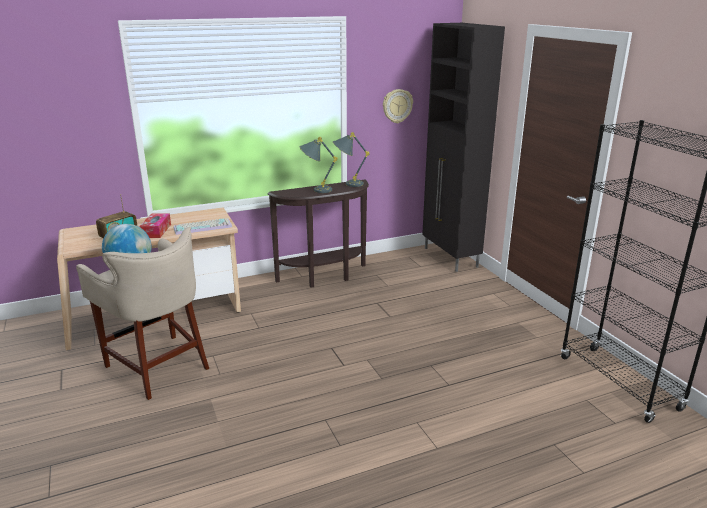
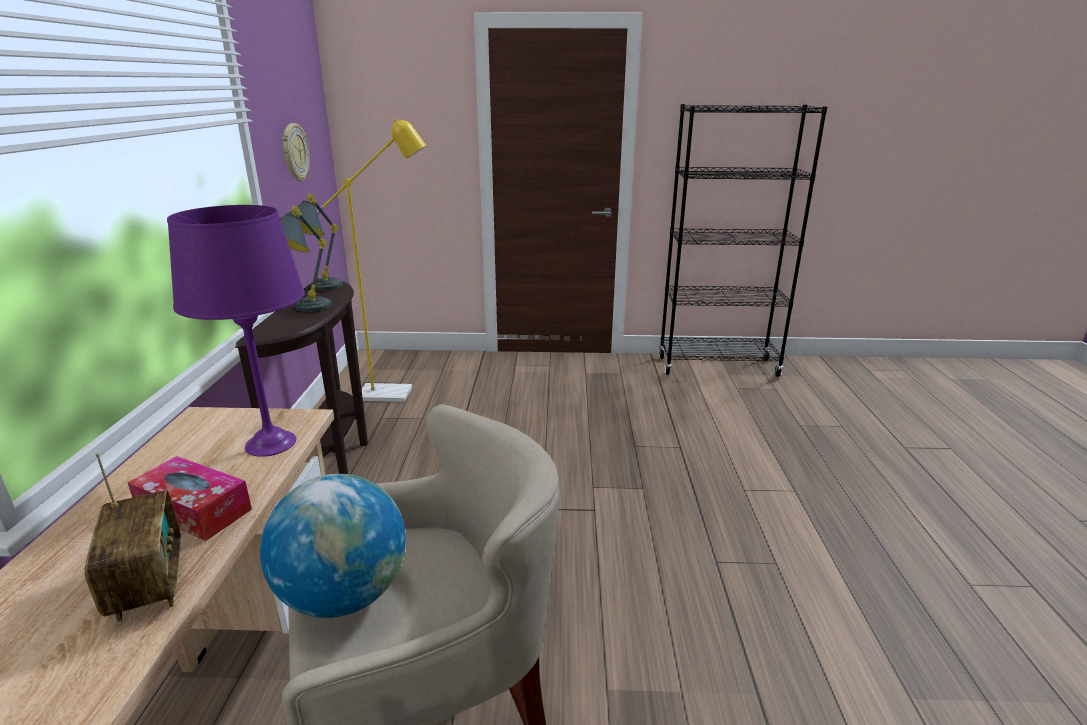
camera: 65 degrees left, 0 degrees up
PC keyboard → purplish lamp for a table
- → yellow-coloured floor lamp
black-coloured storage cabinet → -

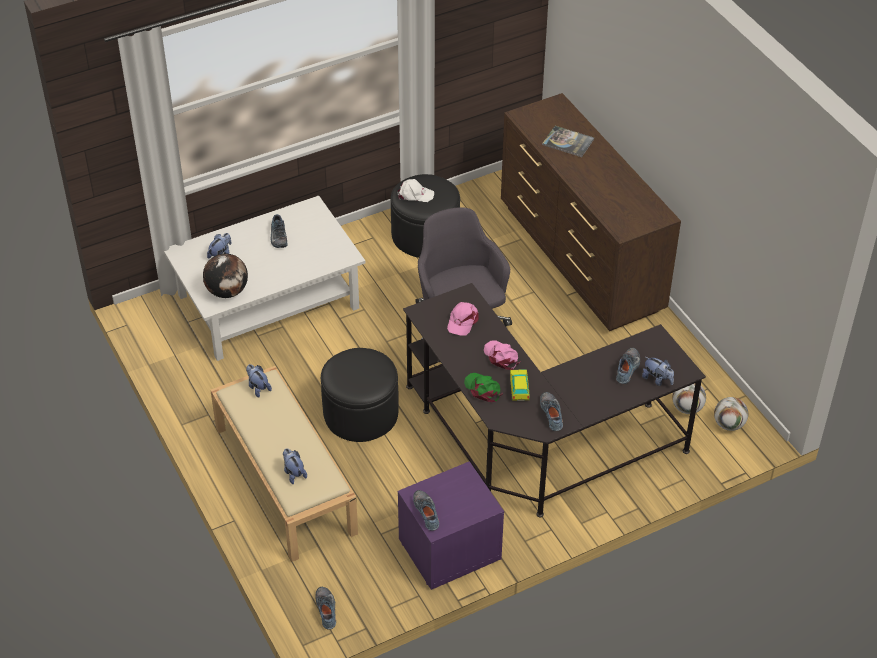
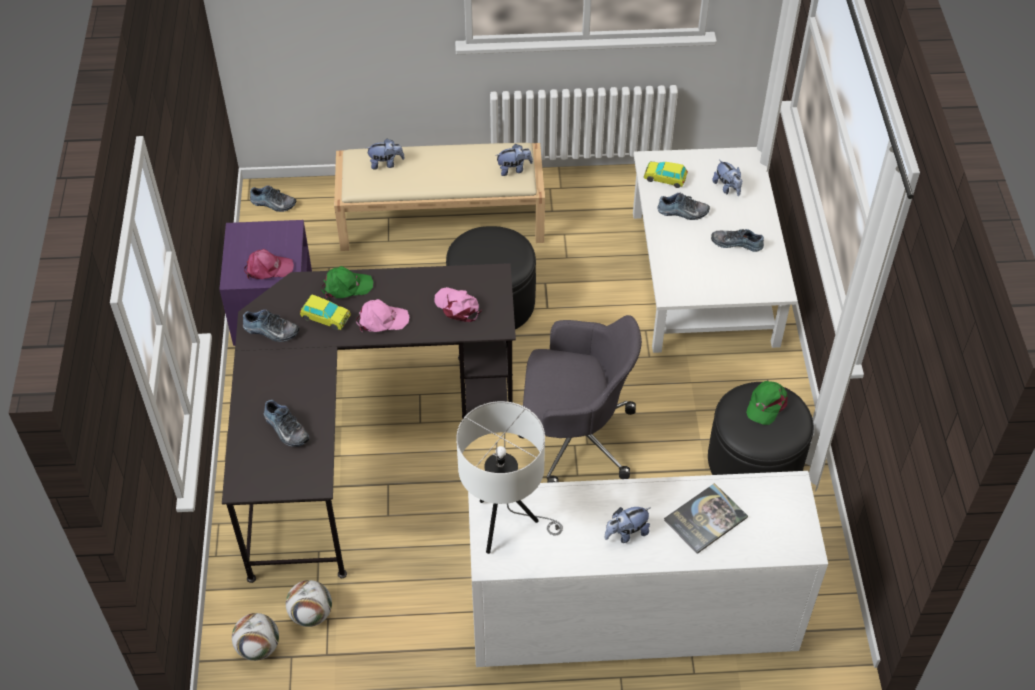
camera: 115 degrees right, 5 degrees up
- → pinkish peaked cap (no. 1 from left)
- → white lamp for a table
brown dresser → white dresser
plush toy (no. 4 from left in the first image) → plush toy (no. 3 from left), relocated
desk globe → model car (no. 2 from left)
item of footwear (no. 3 from left in the first image) → item of footwear (no. 4 from left), relocated
white peaked cap → green peaked cap (no. 2 from left)

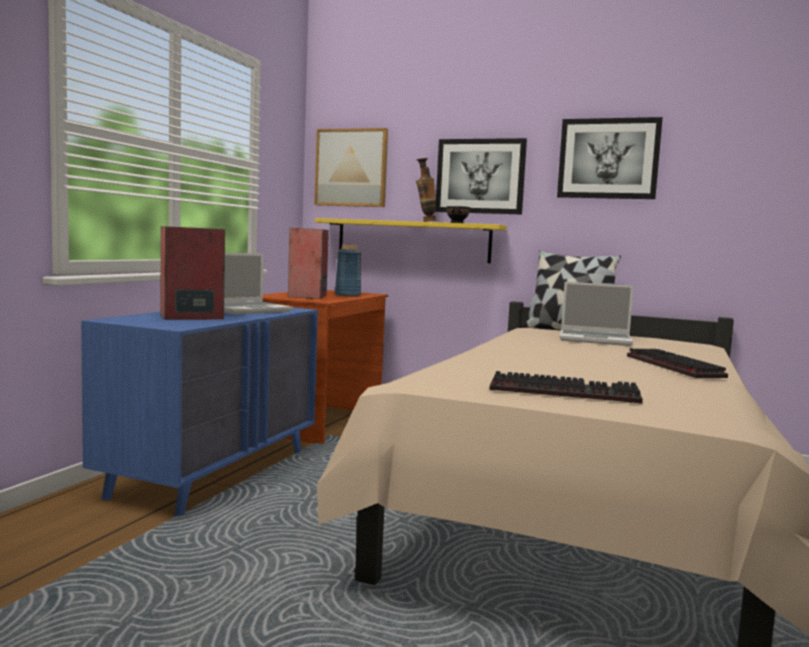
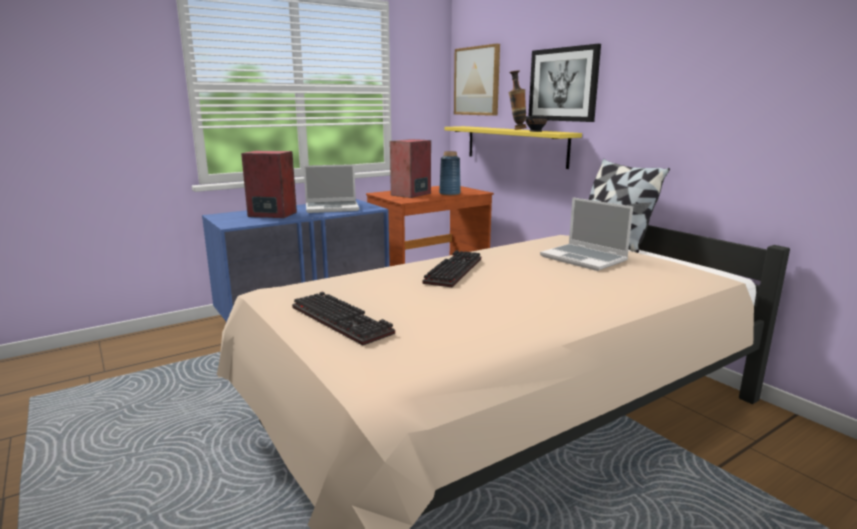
camera: 35 degrees right, 10 degrees up
PC keyboard (no. 2 from left), relocated
wall art (no. 3 from left) → -

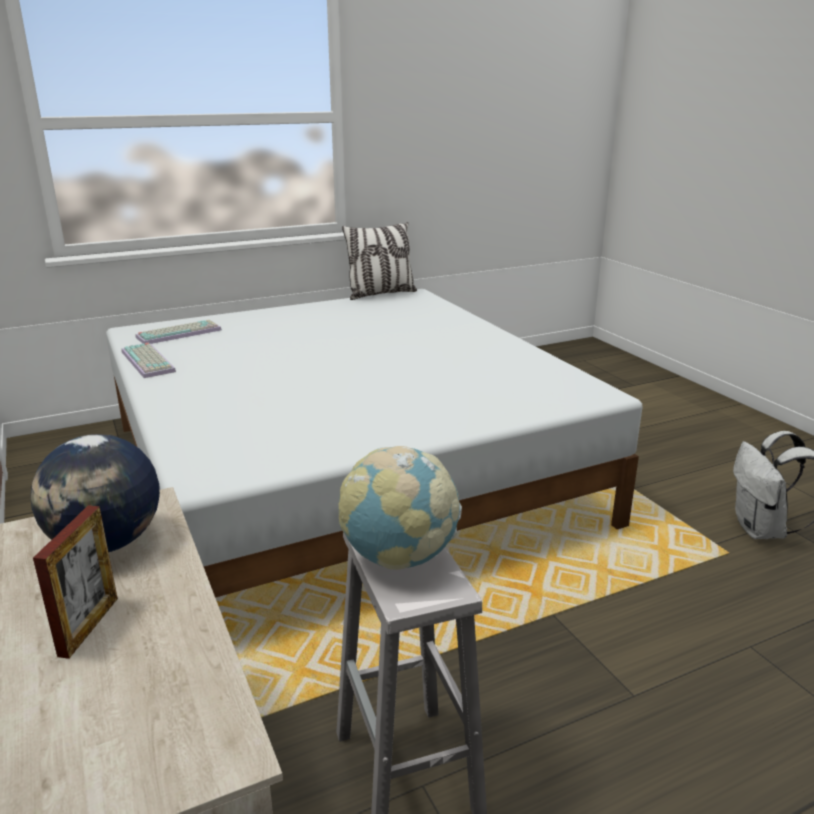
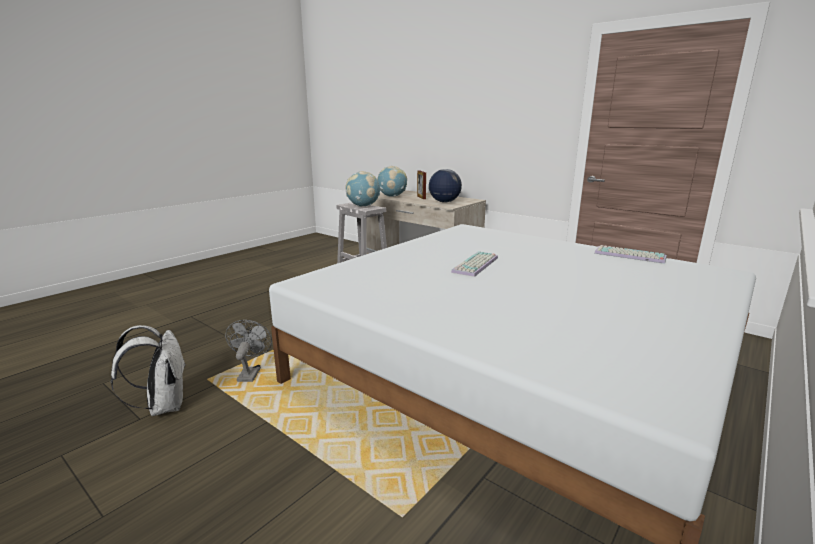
camera: 155 degrees right, 5 degrees down
- → grey cooling fan
- → desk globe (no. 2 from left)
PC keyboard (no. 2 from left in the first image) → PC keyboard (no. 1 from left), relocated
cushion → -

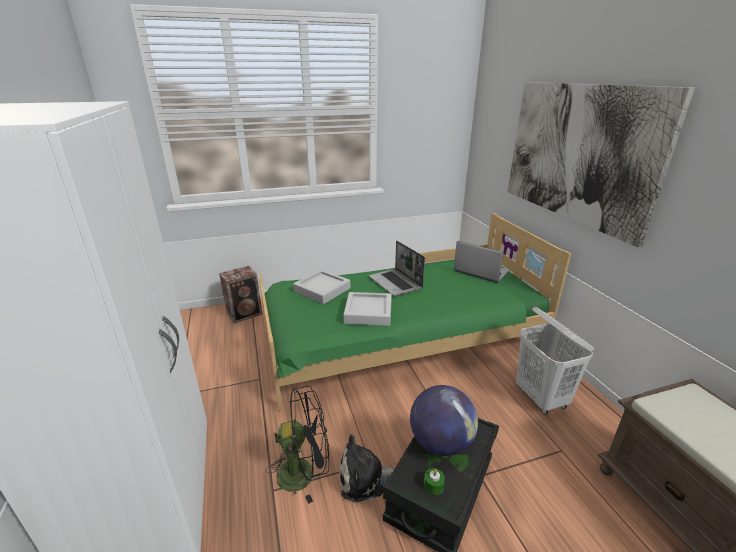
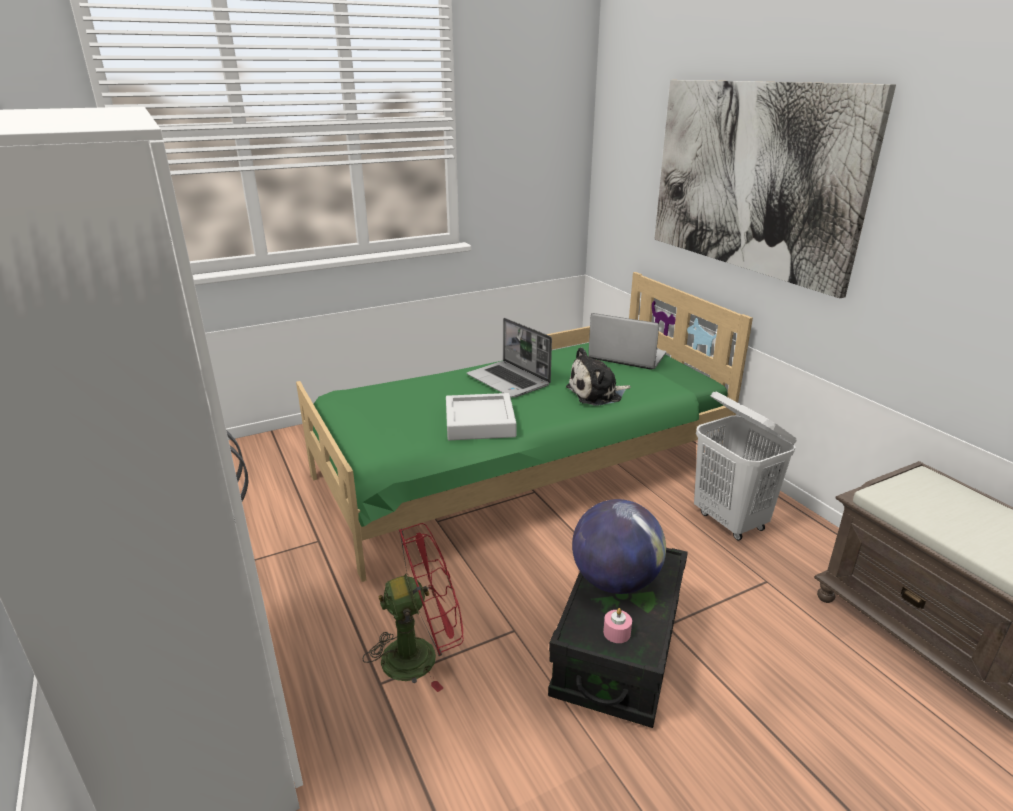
camera: 10 degrees left, 0 degrees up
black-coloured cooling fan → reddish cooling fan
plush toy, relocated
green wax light → pinkish wax light
speaker → -
grey carrying tray (no. 1 from left) → -

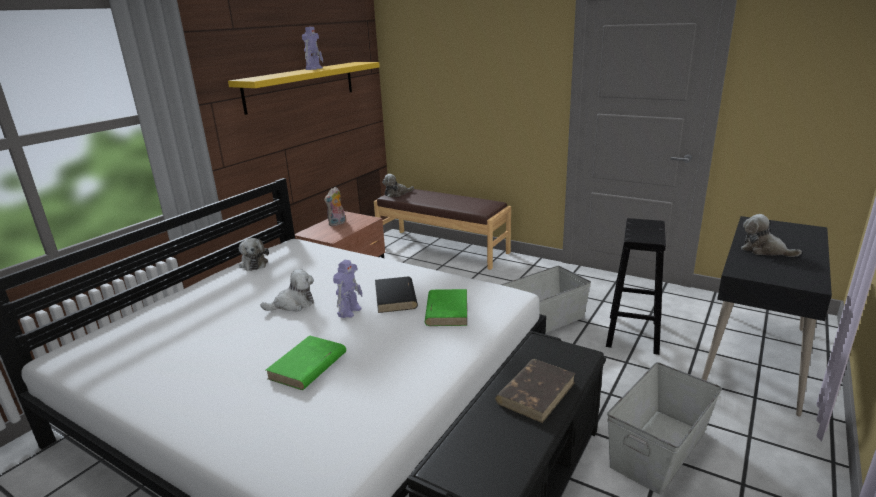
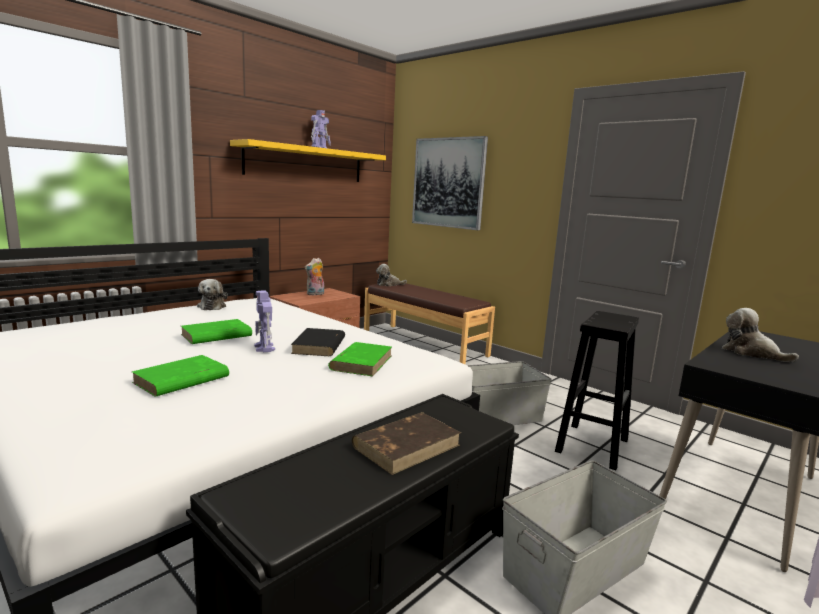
camera: 10 degrees right, 10 degrees down
plush toy (no. 2 from left) → green book (no. 2 from left)
robot figure (no. 2 from left in the first image) → robot figure (no. 1 from left), 120 degrees clockwise
- → wall art

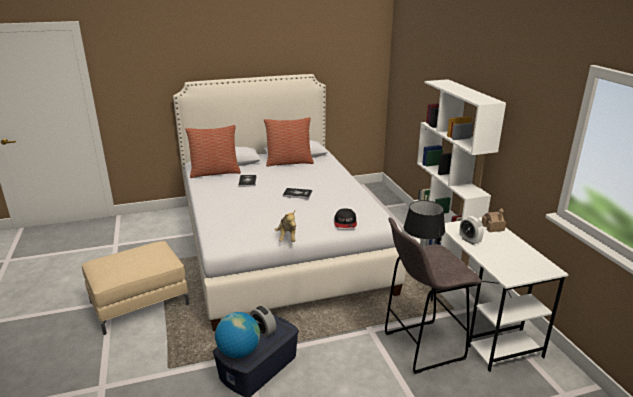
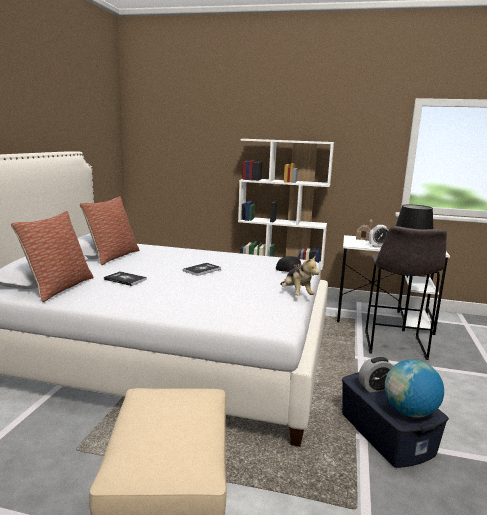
camera: 60 degrees left, 10 degrees down
plush toy, 45 degrees clockwise

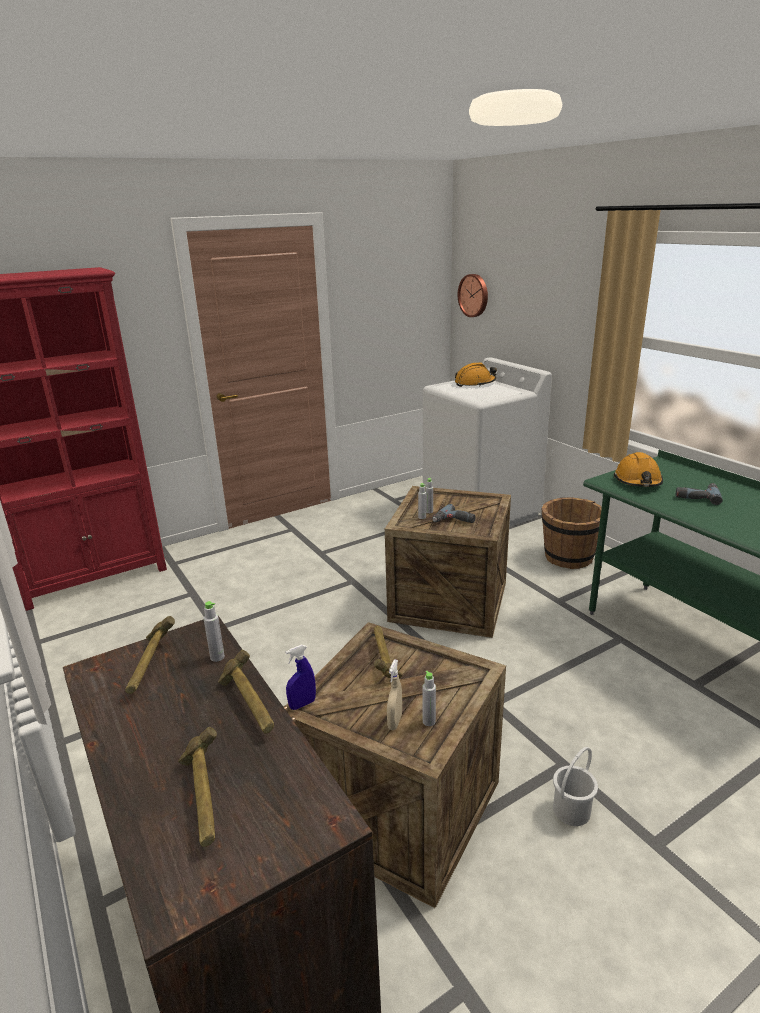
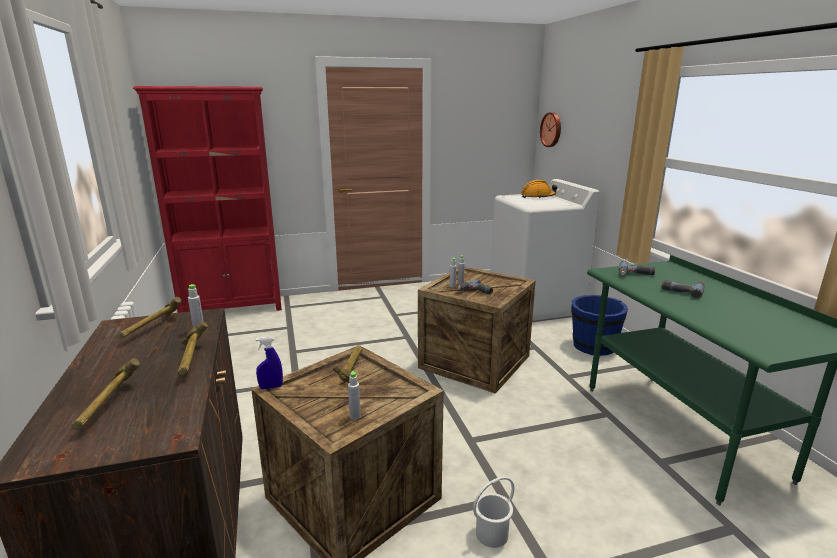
camera: 15 degrees right, 5 degrees down
brown bucket → bluish bucket
orange-coloured work helmet (no. 2 from left) → electric drill (no. 2 from left)
sand-coloured hand sprayer → -

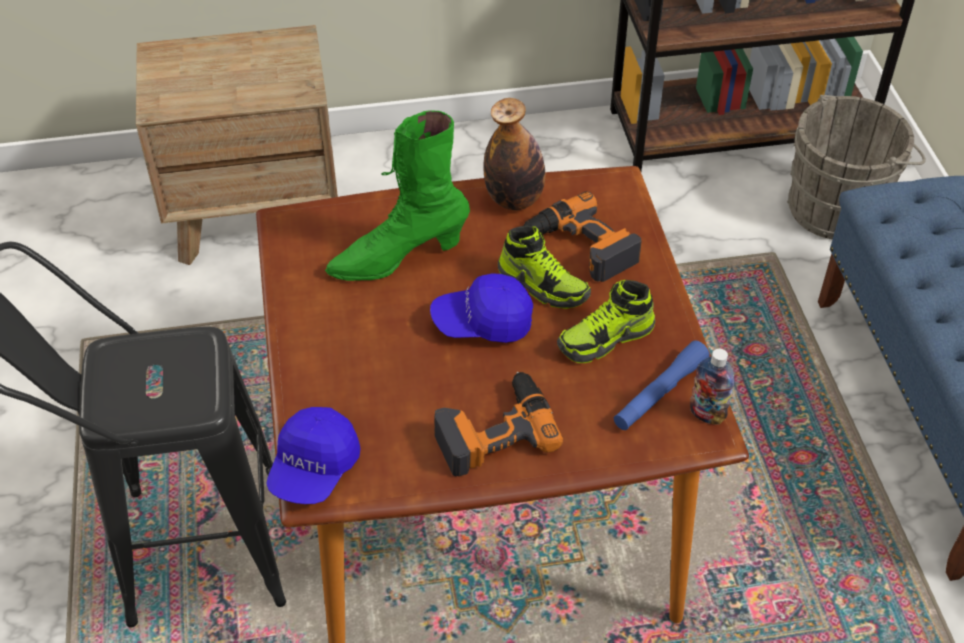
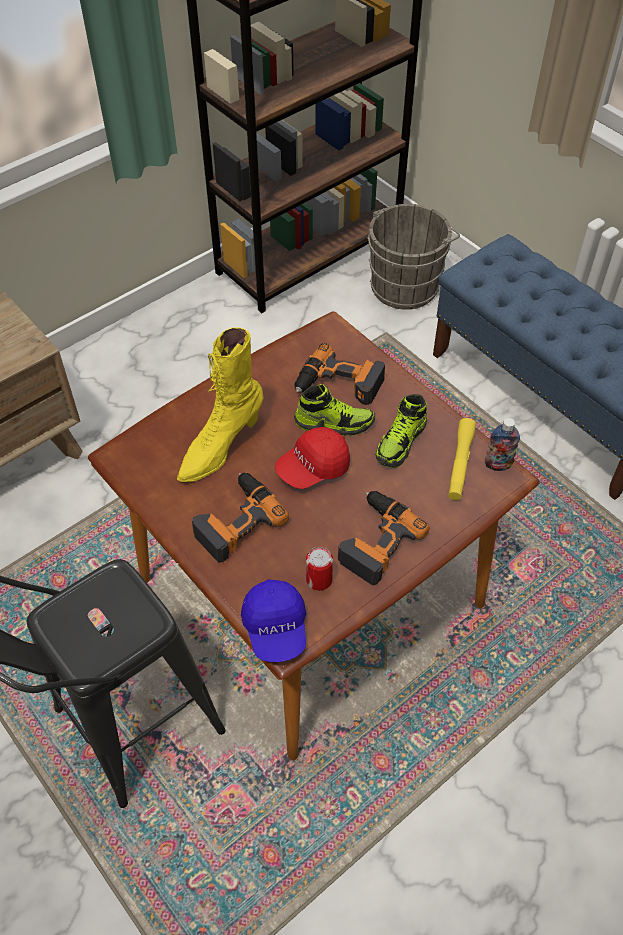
camera: 30 degrees left, 5 degrees up
green high-top boot → yellow-coloured high-top boot
- → electric drill (no. 1 from left)
bluish peaked cap (no. 2 from left) → reddish peaked cap
- → sealed can
bluish hand torch → yellow-coloured hand torch
bottle (no. 1 from left) → -

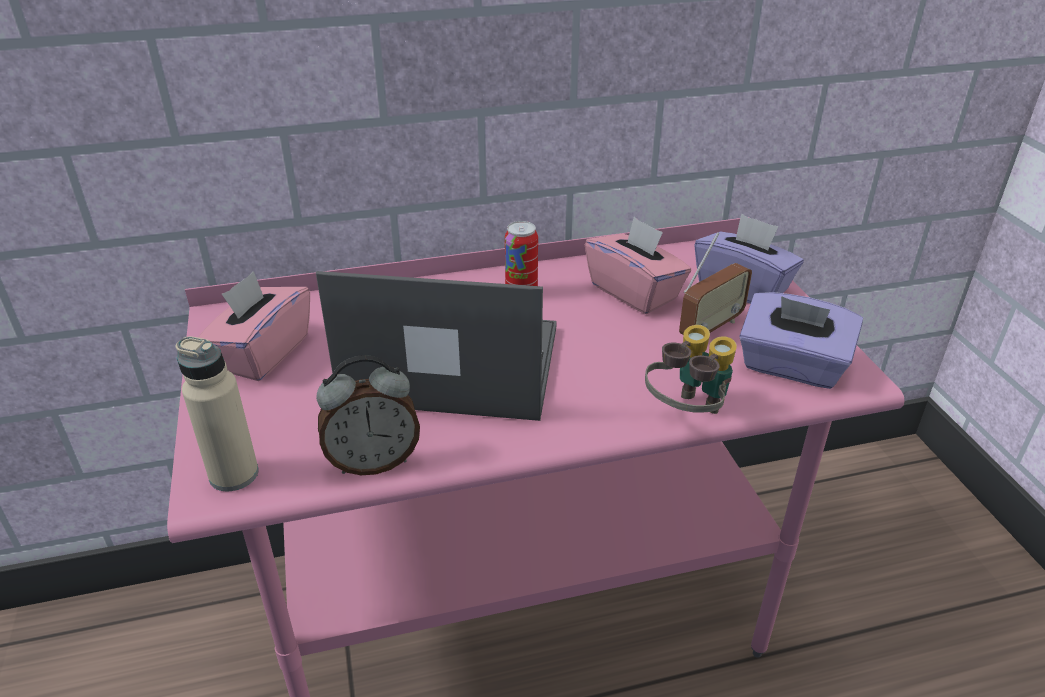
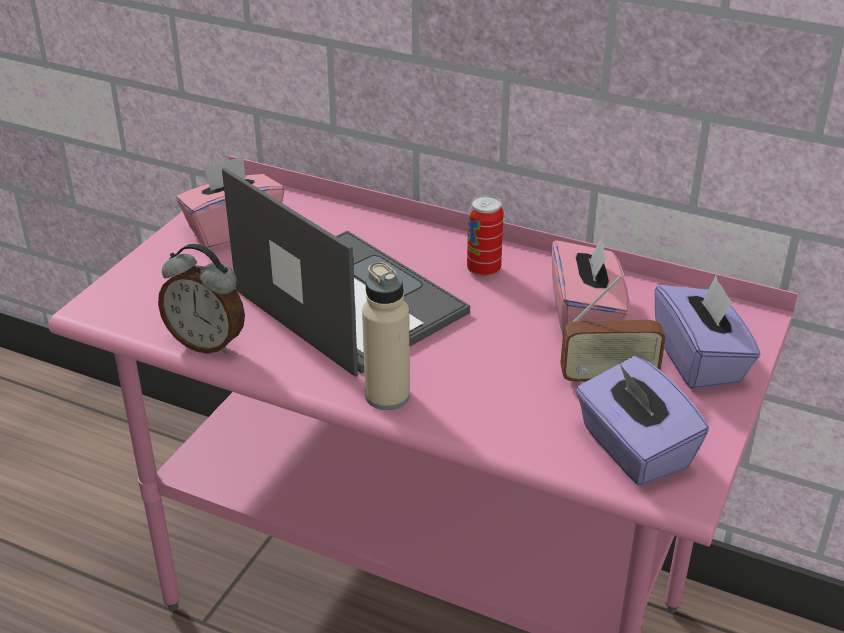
camera: 40 degrees right, 0 degrees up
sand-coloured bottle, relocated
binoculars → -

